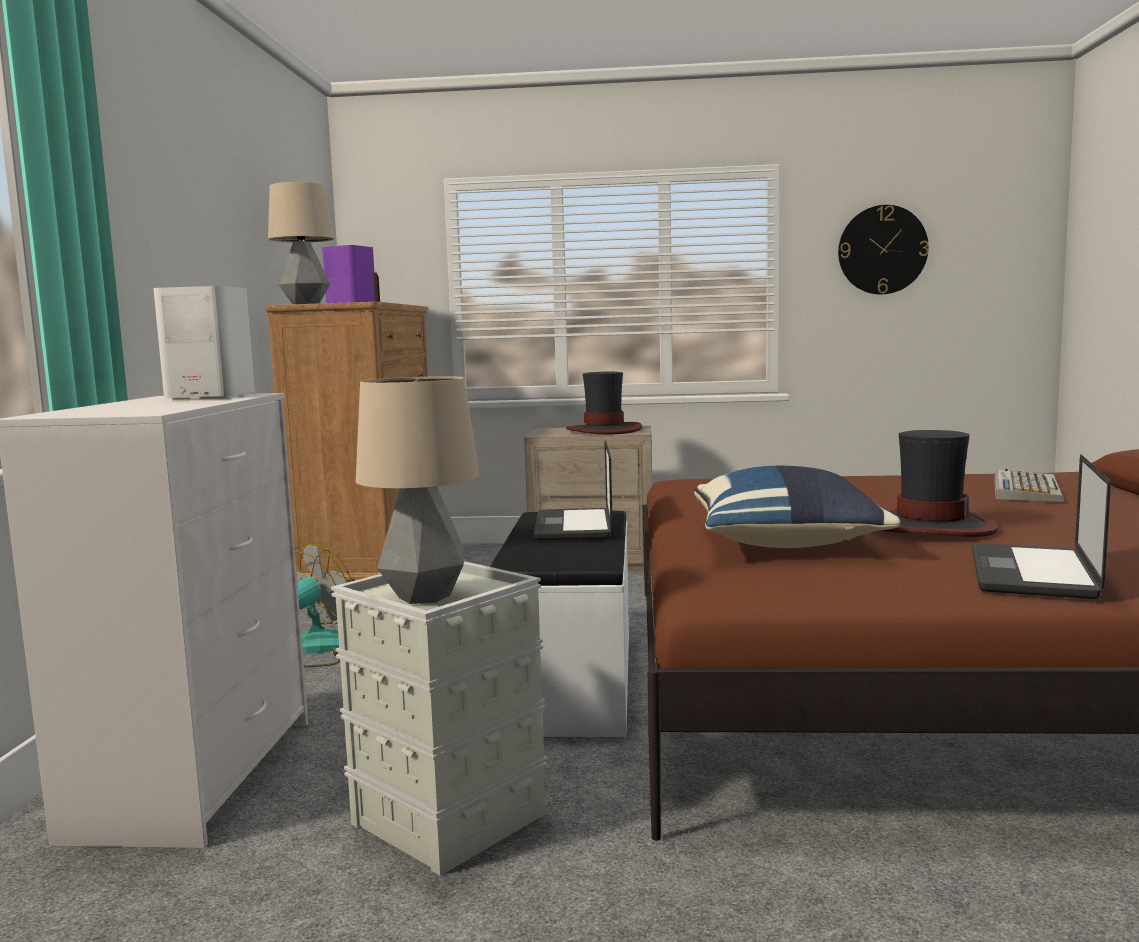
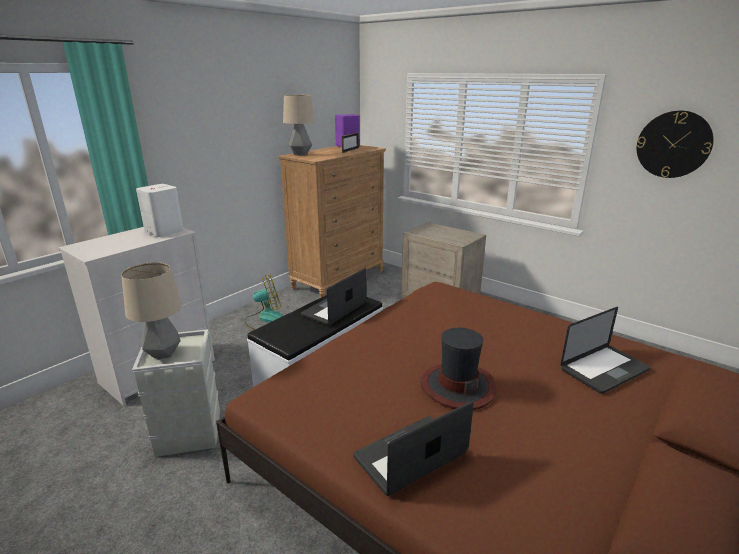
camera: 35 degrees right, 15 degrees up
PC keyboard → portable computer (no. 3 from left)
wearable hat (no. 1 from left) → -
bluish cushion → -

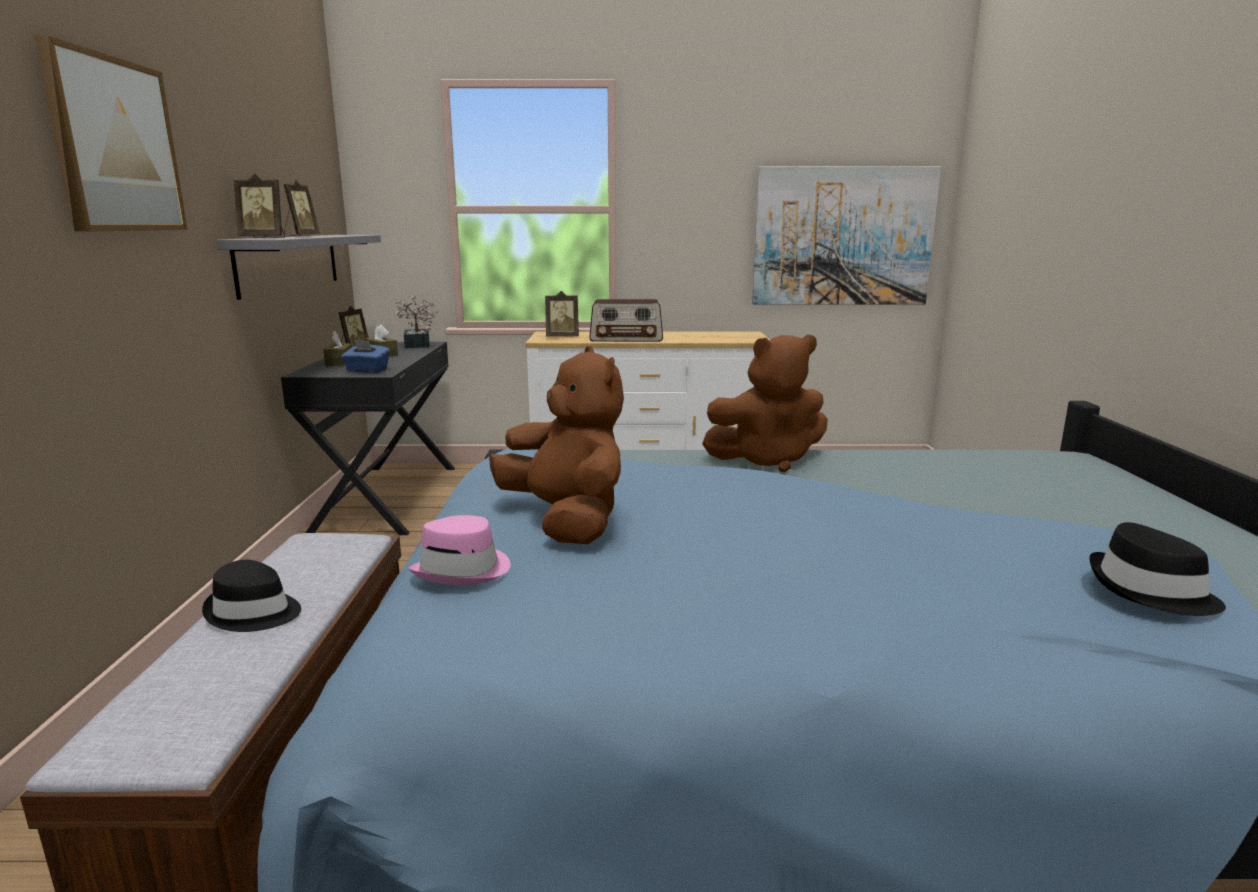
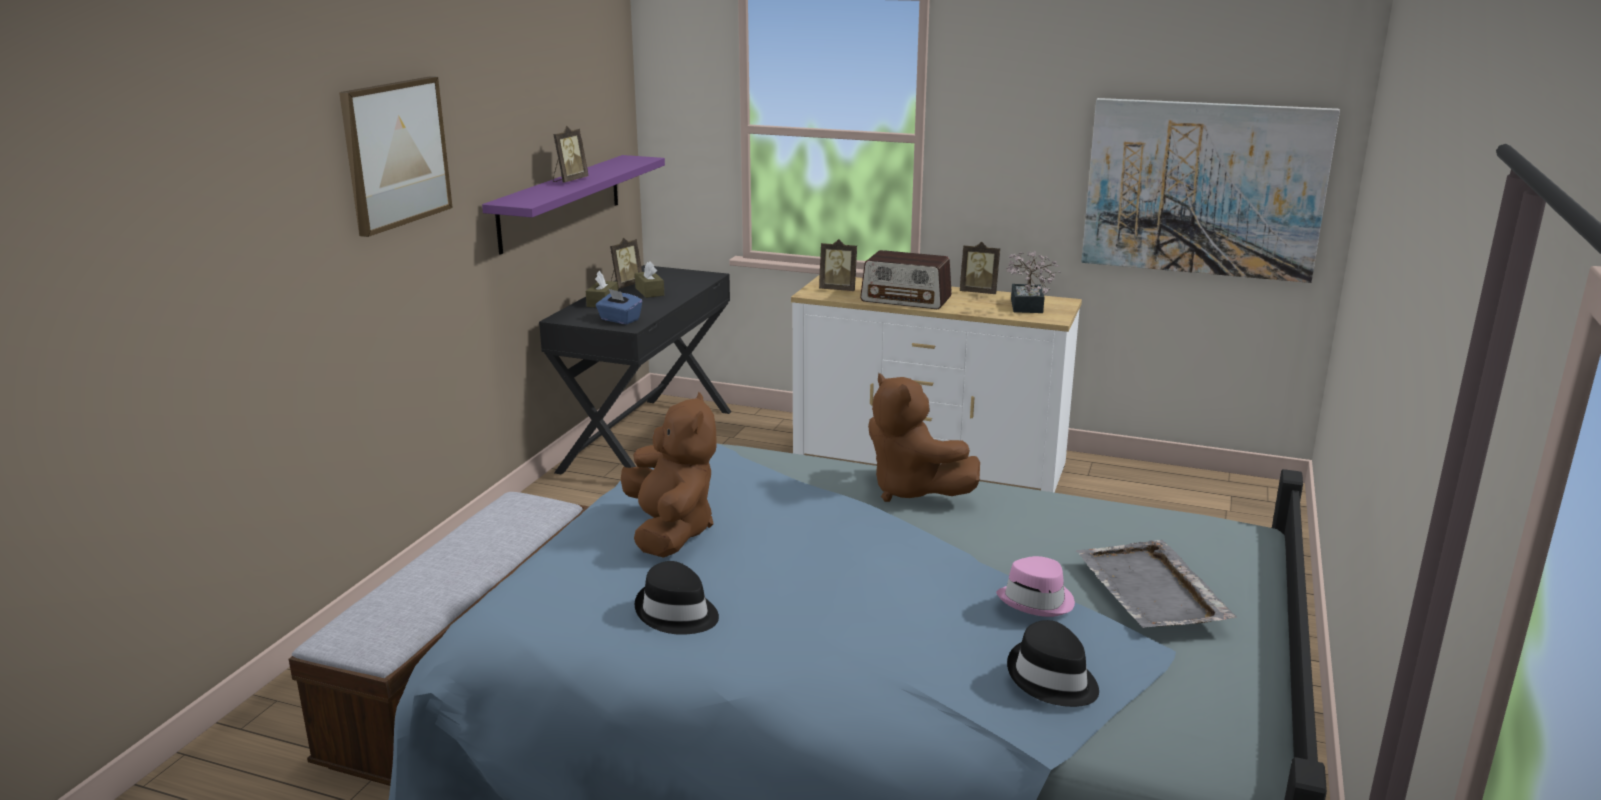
camera: 20 degrees right, 5 degrees up
grey bracket shelf → purplish bracket shelf
black-coloured wearable hat (no. 1 from left), relocated
brown plush toy (no. 2 from left), 45 degrees clockwise
picture frame (no. 1 from left in the first image) → picture frame (no. 4 from left), relocated
pinkish wearable hat, relocated
houseplant, relocated
- → grey carrying tray

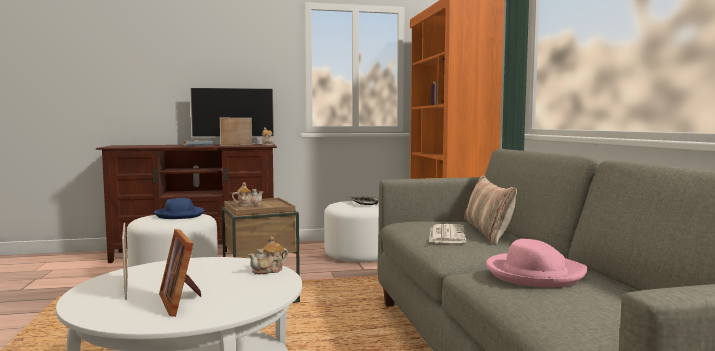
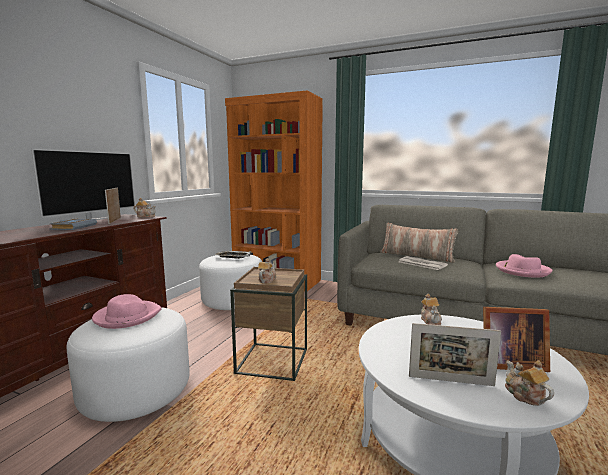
camera: 55 degrees left, 5 degrees up
bluish wearable hat → pinkish wearable hat (no. 1 from left)
- → teapot (no. 4 from left)

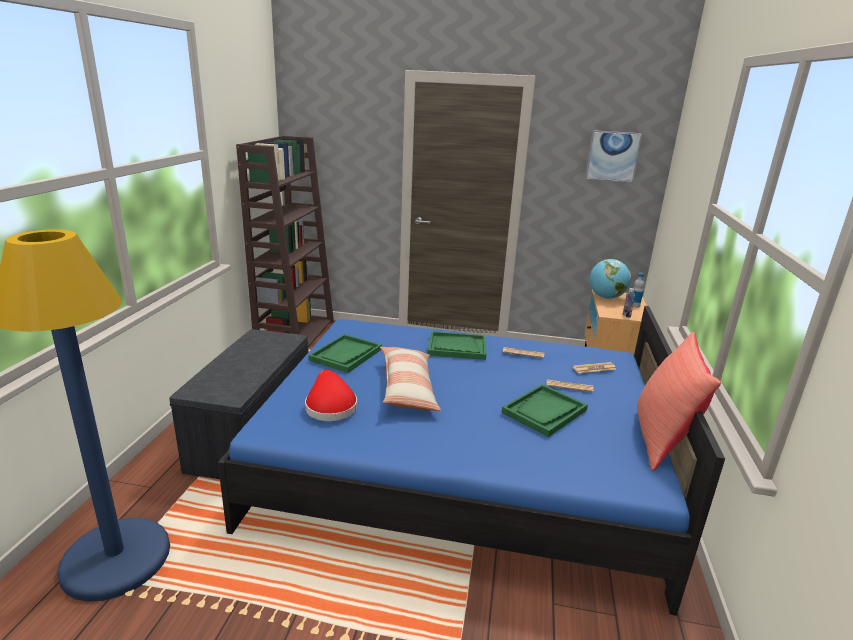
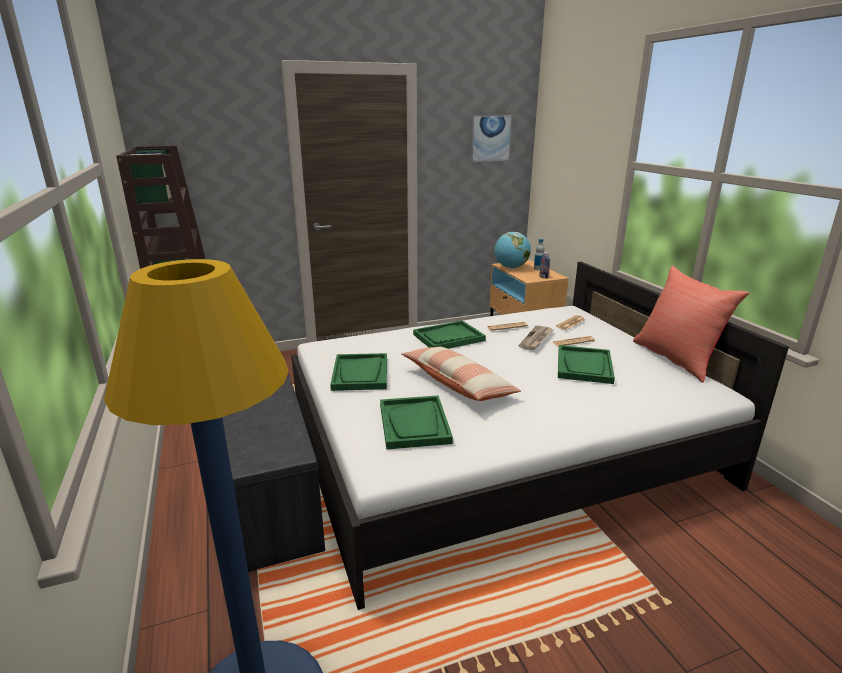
camera: 30 degrees left, 0 degrees up
bluish sleeping bed → white sleeping bed
reddish wearable hat → green carrying tray (no. 2 from left)
- → daily paper (no. 2 from left)

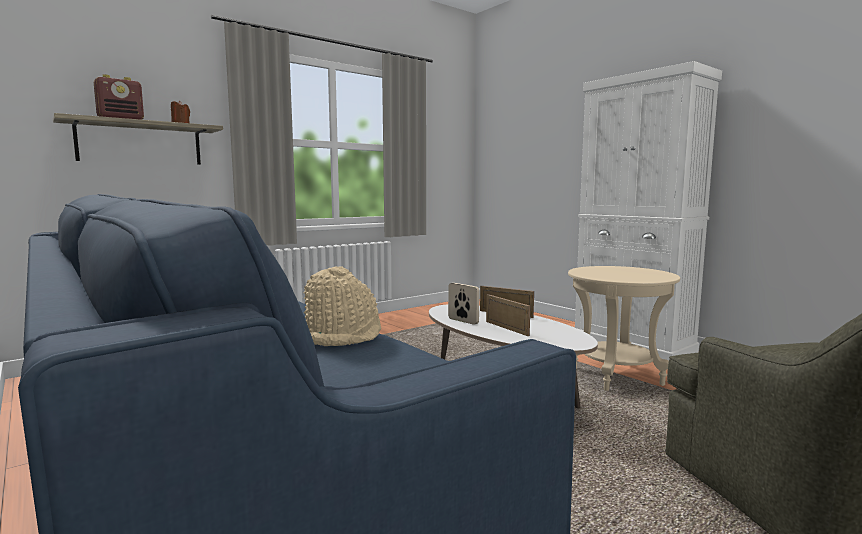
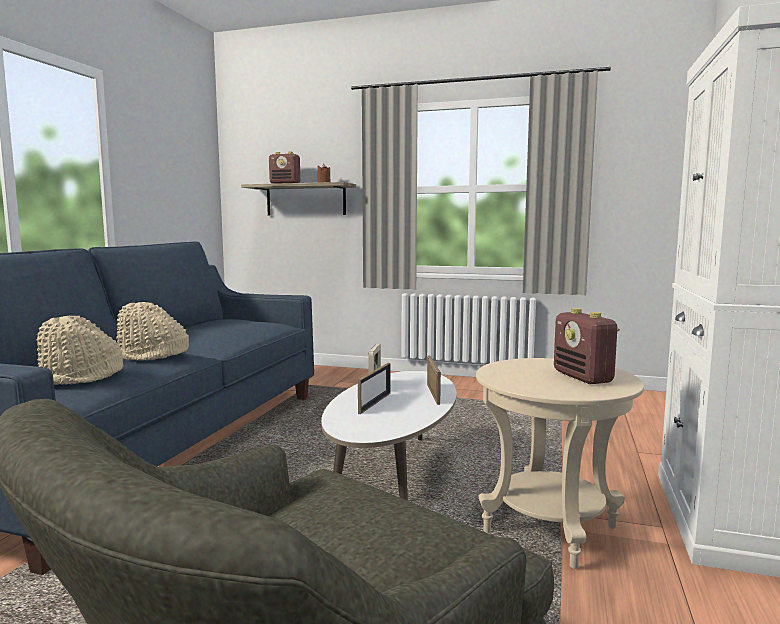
camera: 55 degrees right, 0 degrees up
- → sand-coloured wearable hat (no. 1 from left)
- → radio set (no. 2 from left)

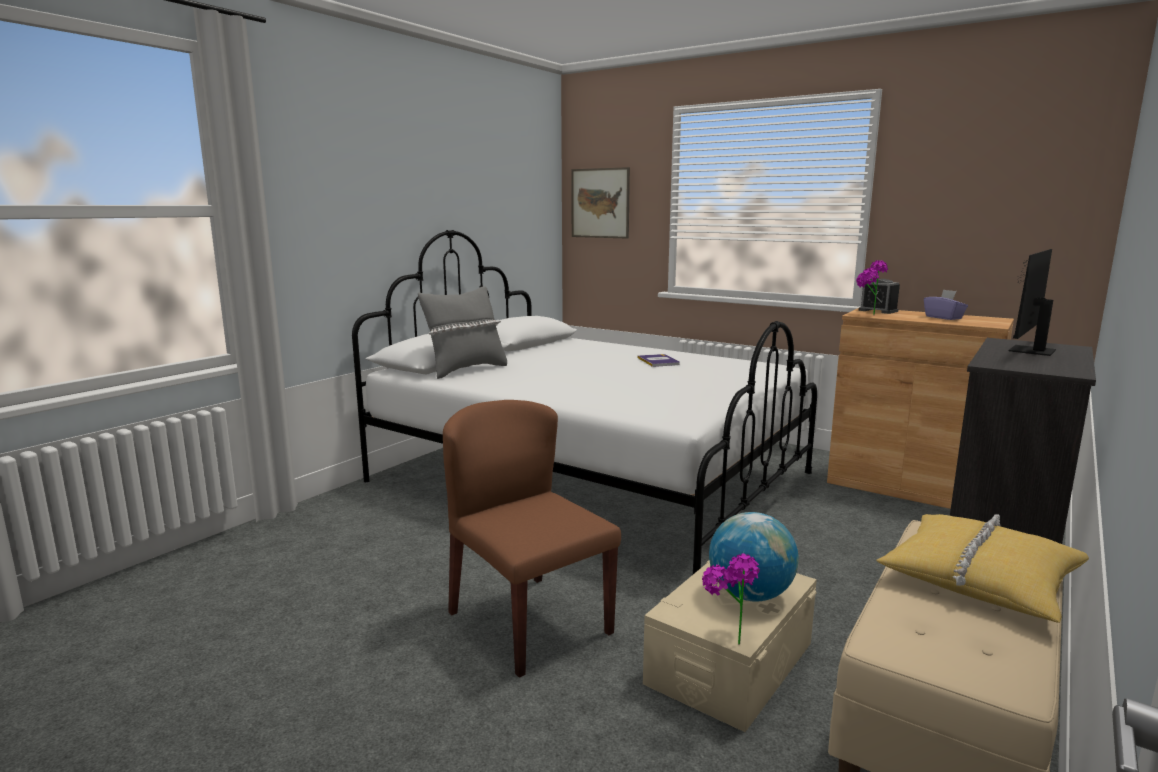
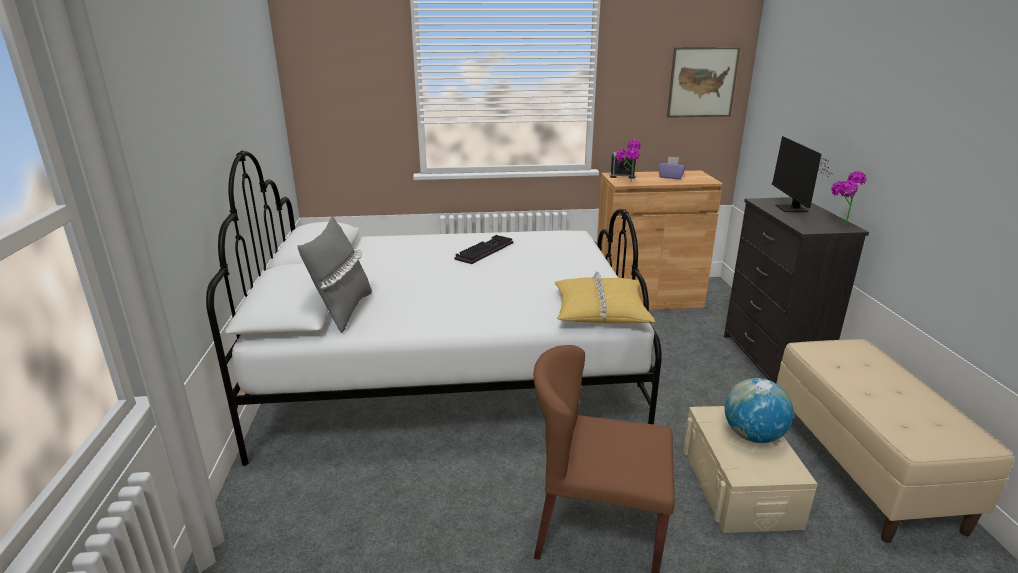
camera: 40 degrees left, 10 degrees up
book → PC keyboard
yellow-coloured cushion, relocated
wall art, relocated
houseplant (no. 1 from left in the first image) → houseplant (no. 2 from left), relocated

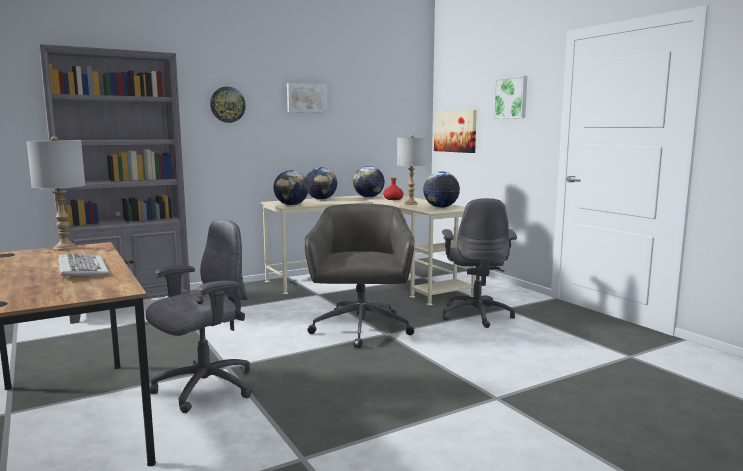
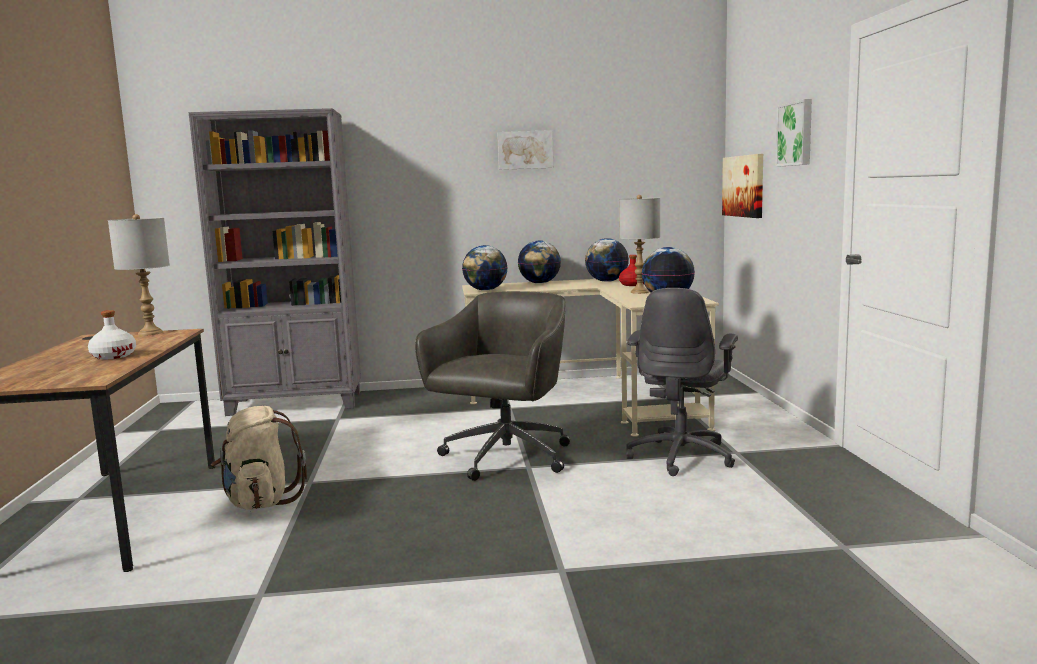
camera: 25 degrees right, 0 degrees up
PC keyboard → white bottle
grey office chair (no. 1 from left) → sand-coloured rucksack
clock on the wall → -

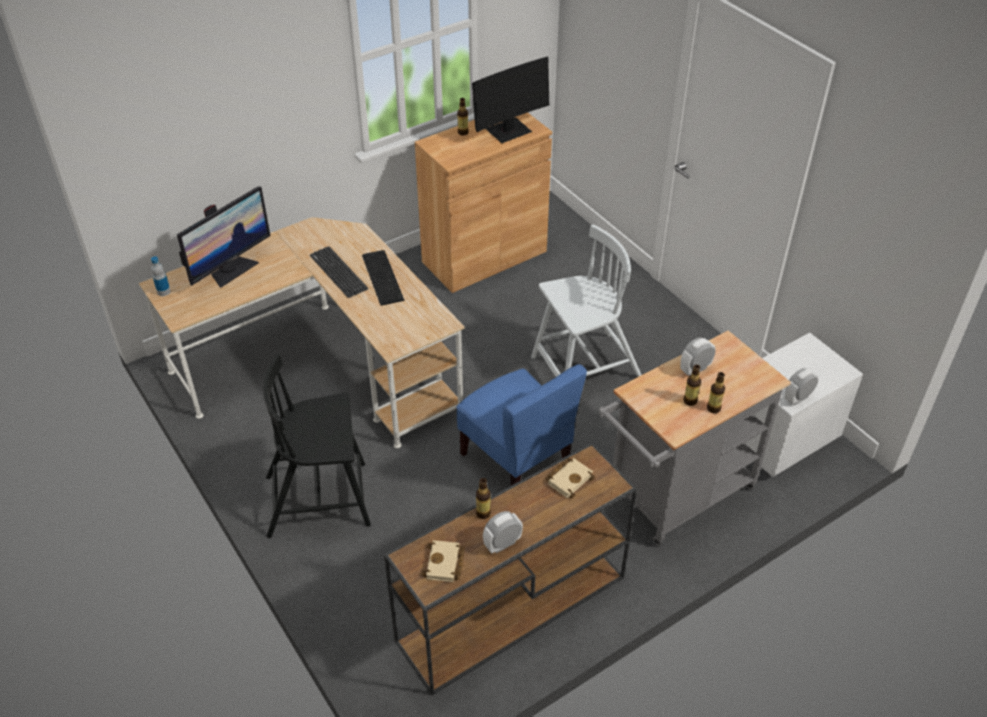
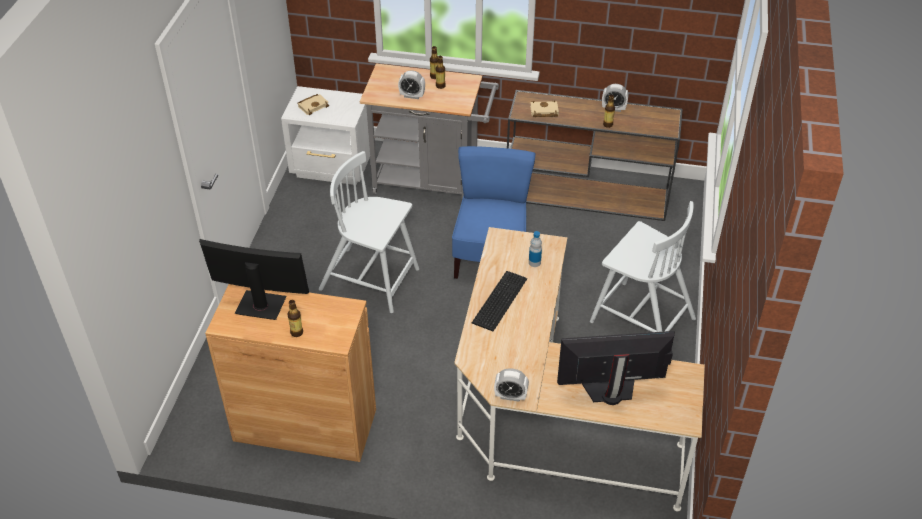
camera: 135 degrees left, 0 degrees up
sand-coloured book (no. 1 from left), relocated
alarm clock (no. 3 from left in the first image) → alarm clock (no. 2 from left), relocated
bottle (no. 1 from left in the first image) → bottle (no. 4 from left), relocated
black-coloured plain chair → white plain chair (no. 2 from left)
PC keyboard (no. 1 from left) → -

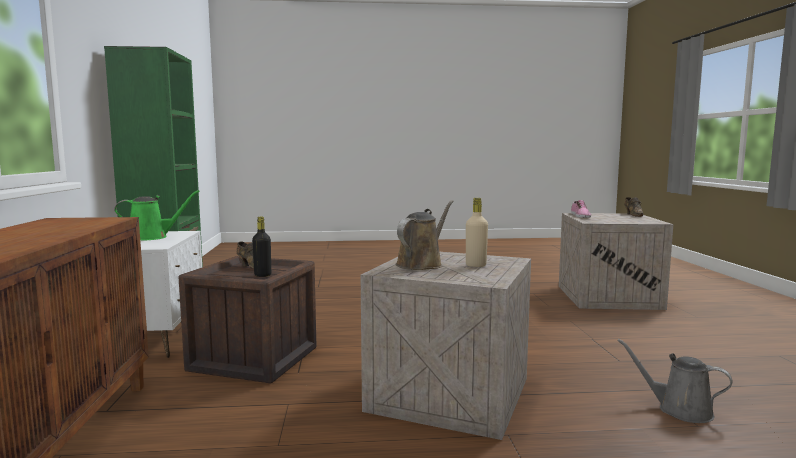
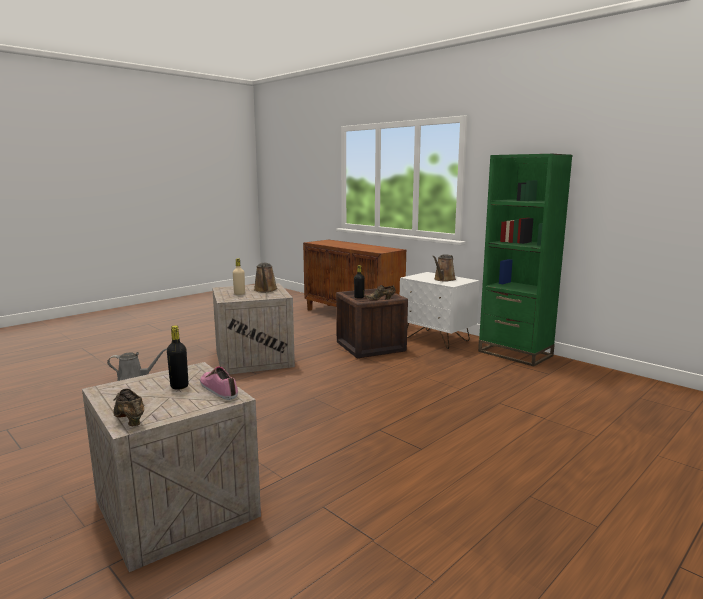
camera: 140 degrees right, 5 degrees up
- → black-coloured bottle (no. 1 from left)
green watering can → brown watering can (no. 2 from left)

